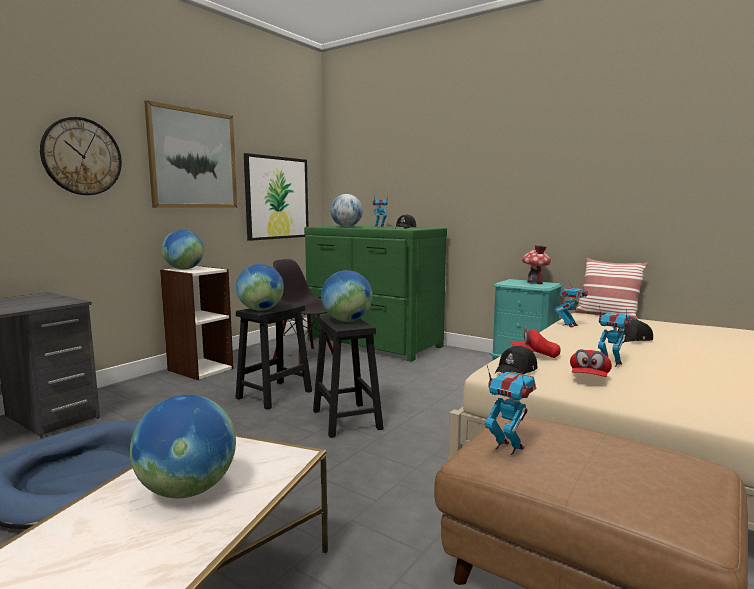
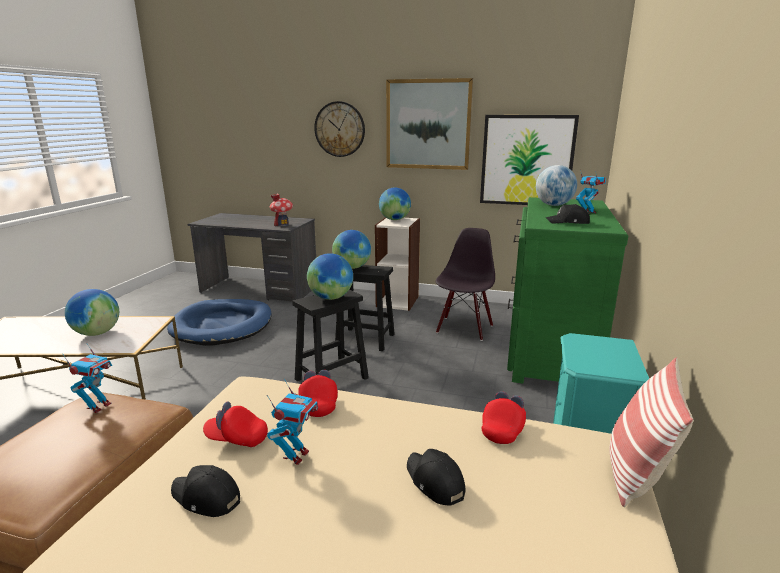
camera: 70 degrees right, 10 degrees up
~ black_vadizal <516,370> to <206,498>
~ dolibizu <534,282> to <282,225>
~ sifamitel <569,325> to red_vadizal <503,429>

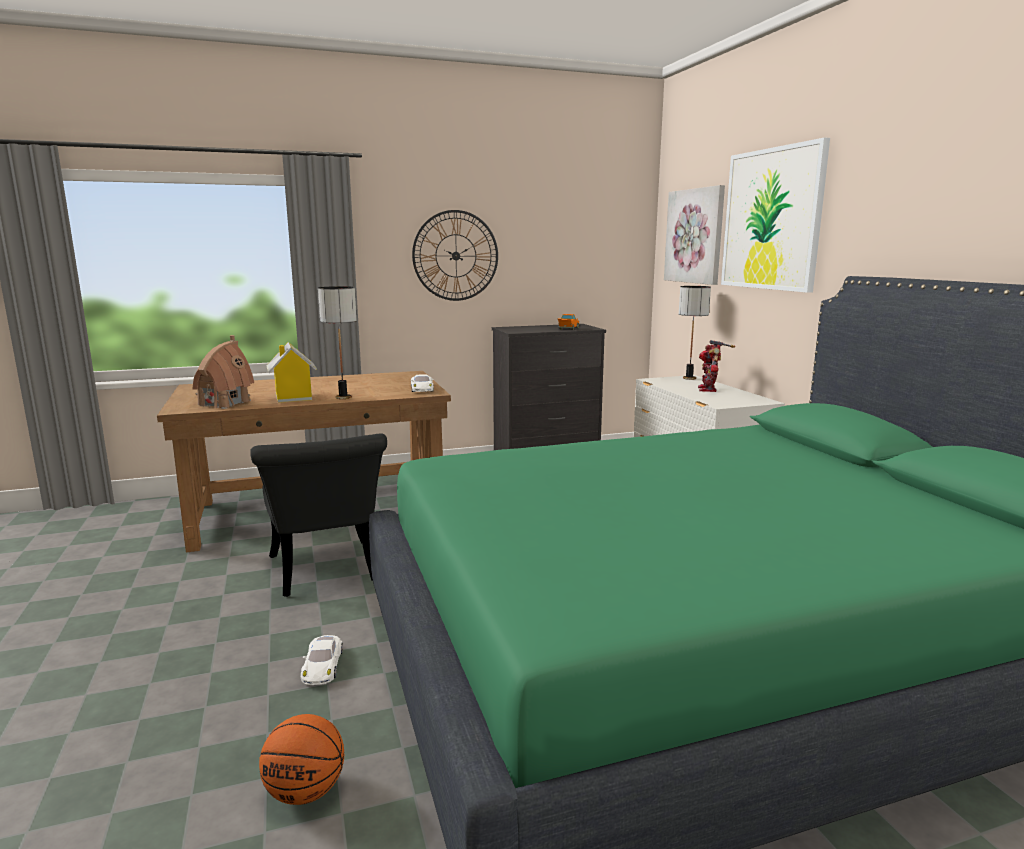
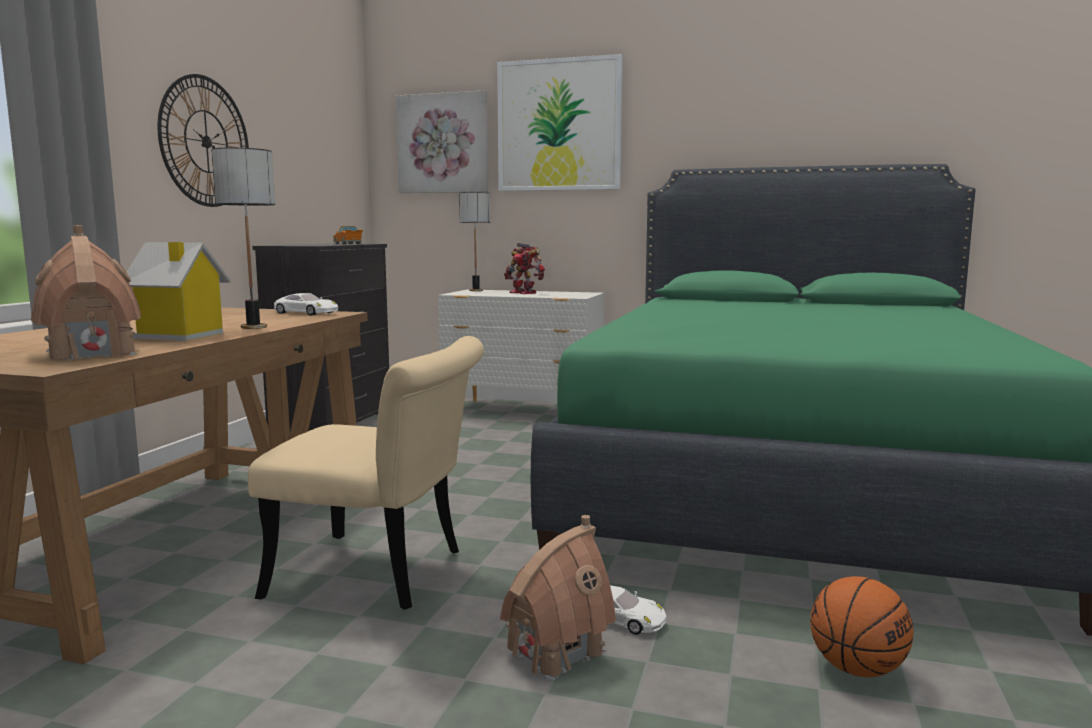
camera: 55 degrees left, 5 degrees down
+ dolibizu <554,650>
~ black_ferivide <326,573> to beige_ferivide <383,574>

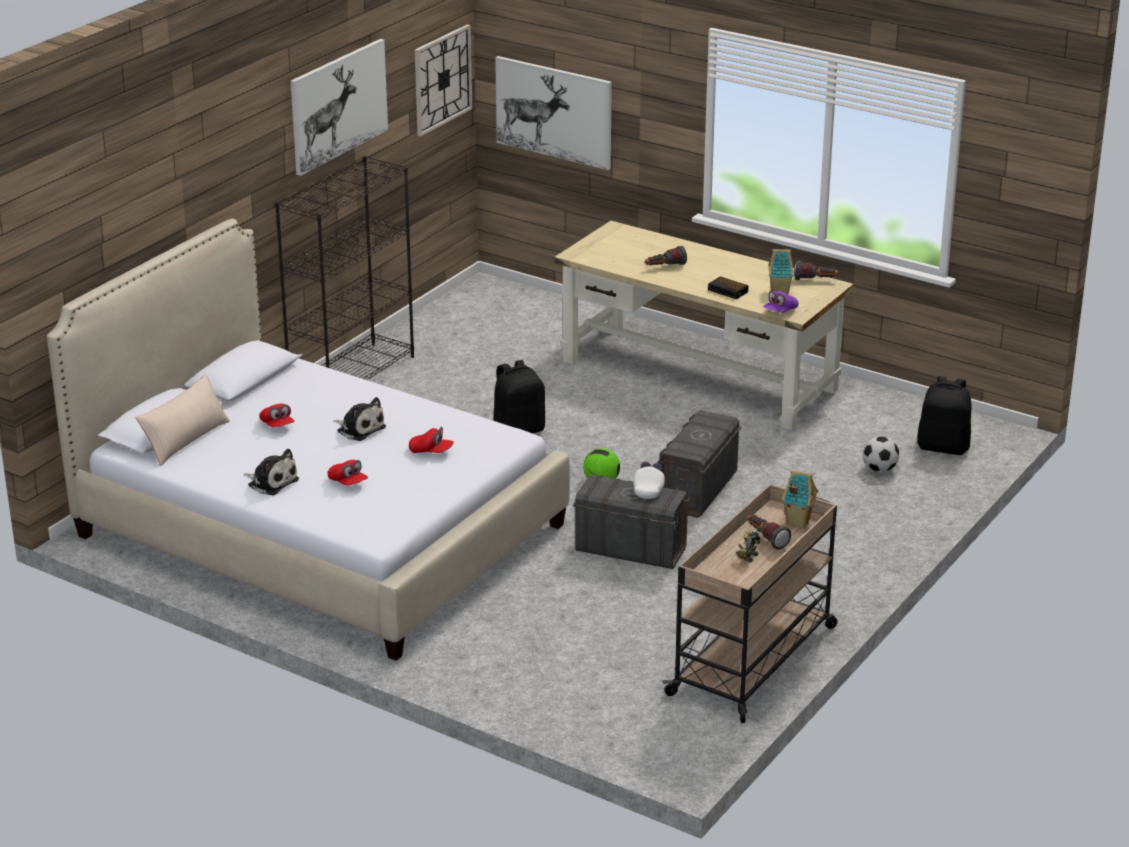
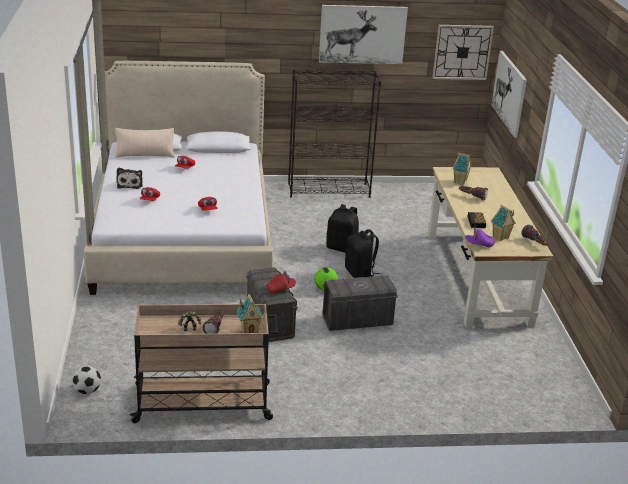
camera: 50 degrees right, 0 degrees up
- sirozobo <359,429>
+ dolibizu <460,181>
~ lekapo <879,469> to <87,391>
~ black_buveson <943,447> to <360,274>
~ white_vadizal <649,489> to red_vadizal <281,289>

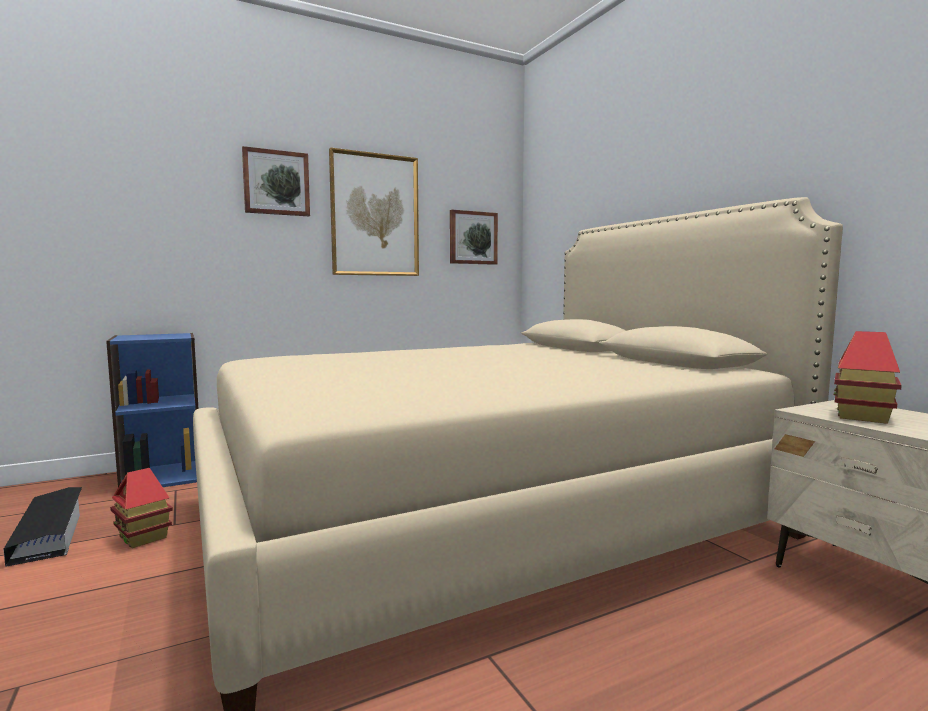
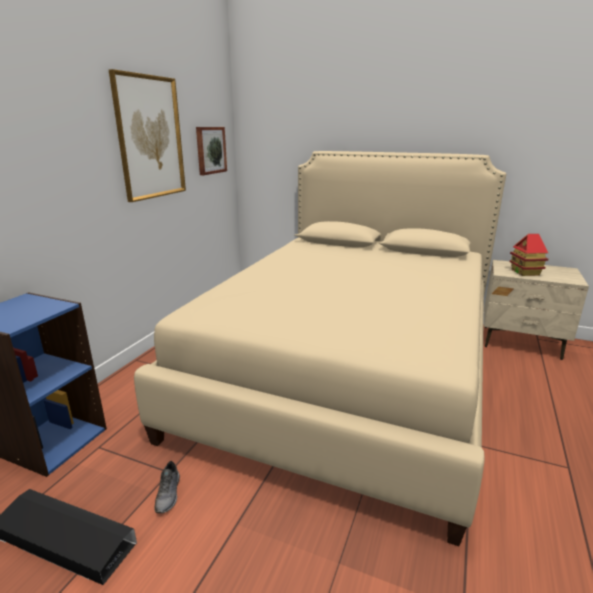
camera: 40 degrees left, 15 degrees up
- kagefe <276,183>
~ dolibizu <143,537> to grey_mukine <169,494>

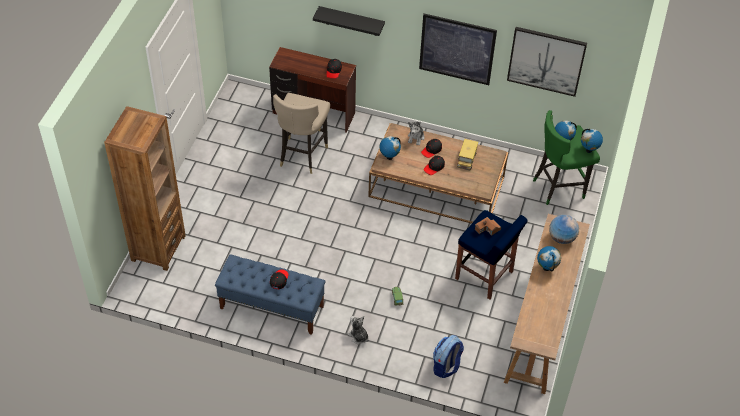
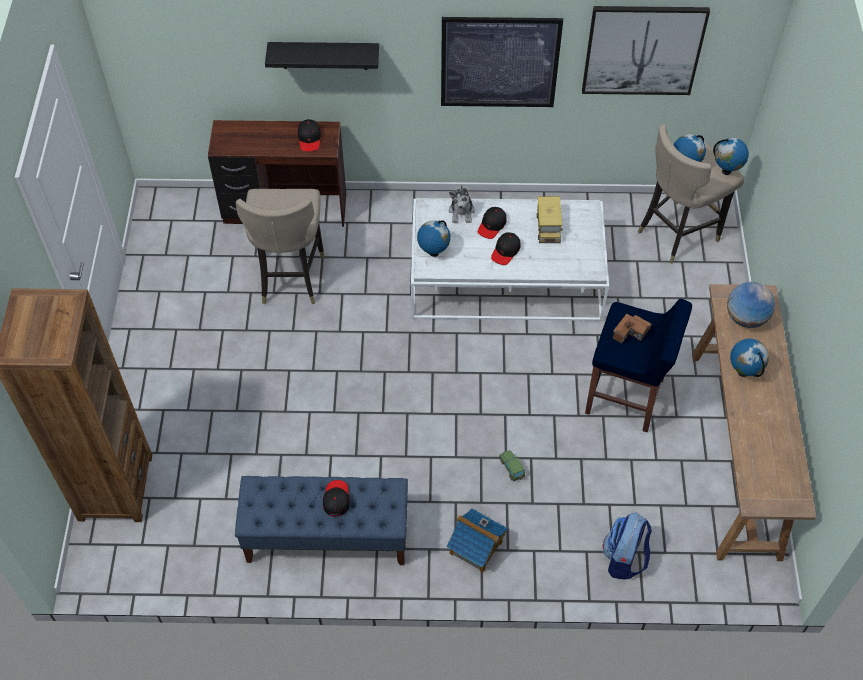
camera: 15 degrees left, 5 degrees up
~ sirozobo <358,336> to dolibizu <476,548>
~ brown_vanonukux <437,187> to white_vanonukux <506,277>
~ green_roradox <558,187> to beige_roradox <677,233>

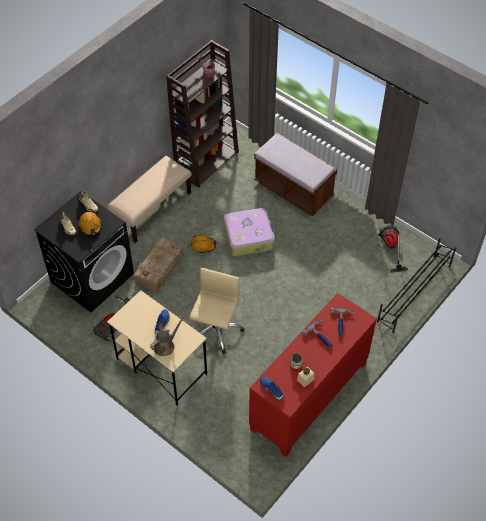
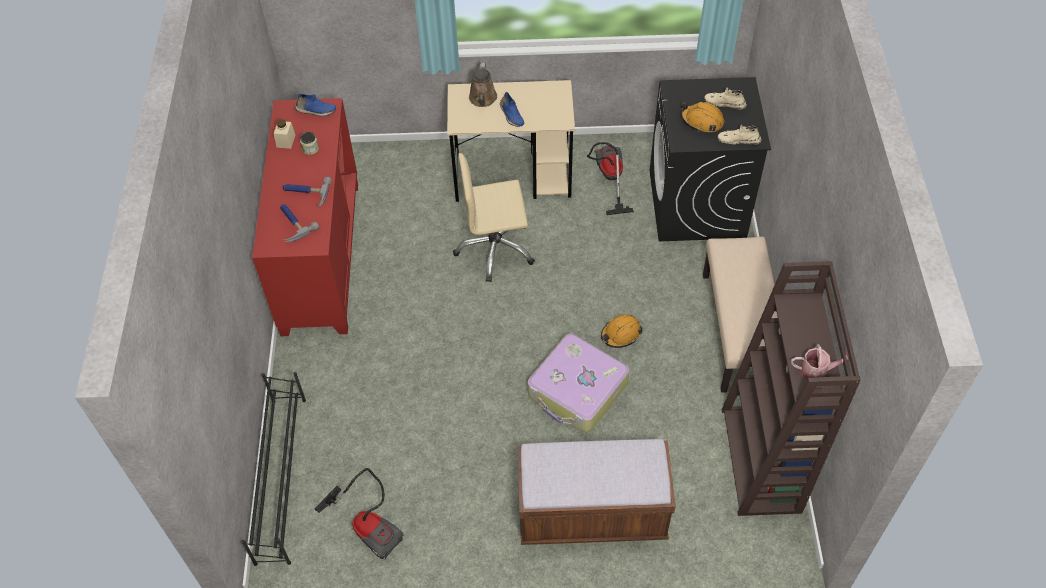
camera: 140 degrees right, 0 degrees up
- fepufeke <160,269>
~ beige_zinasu <215,330> = <495,249> 105 degrees clockwise

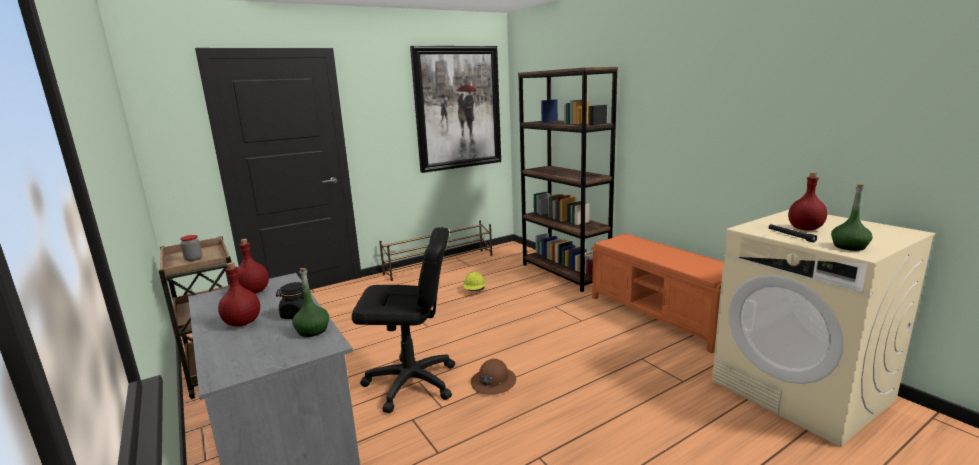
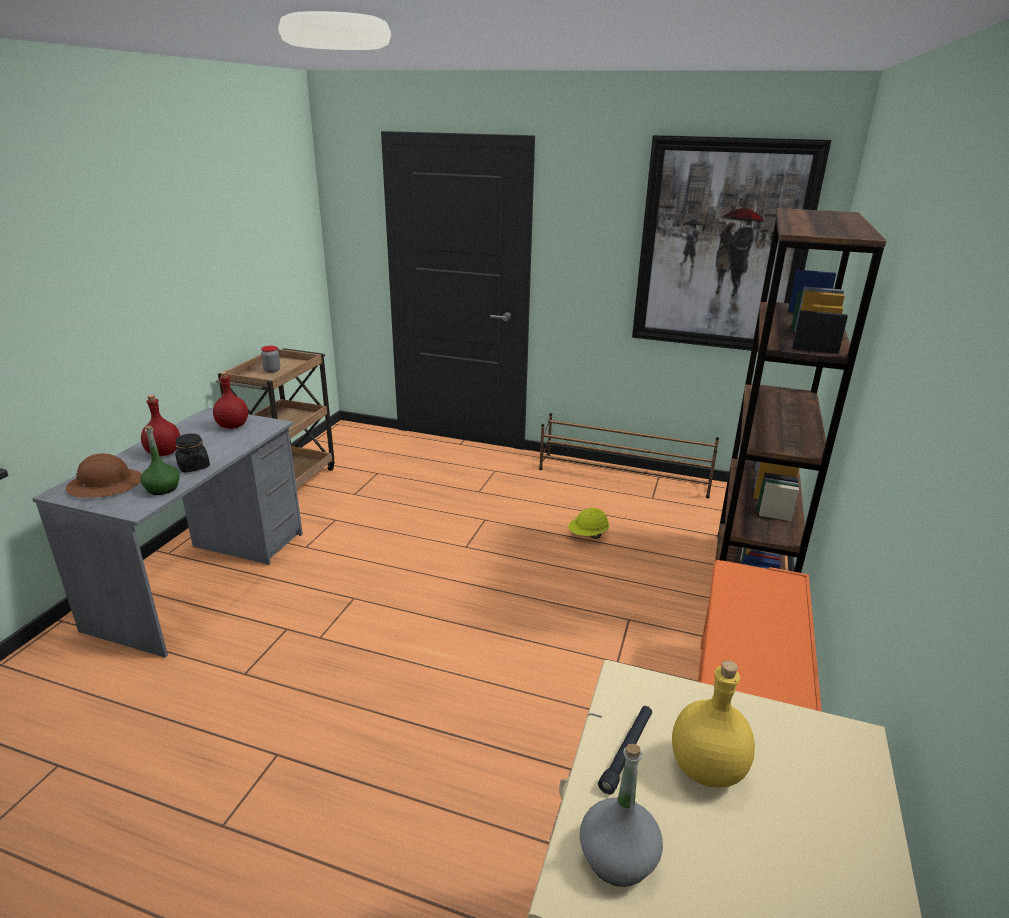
camera: 50 degrees right, 10 degrees up
- black_zinasu <411,383>
~ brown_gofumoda <493,382> to <106,485>
~ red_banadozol <805,229> to yellow_banadozol <708,769>
~ green_banadozol <849,247> to grey_banadozol <617,857>

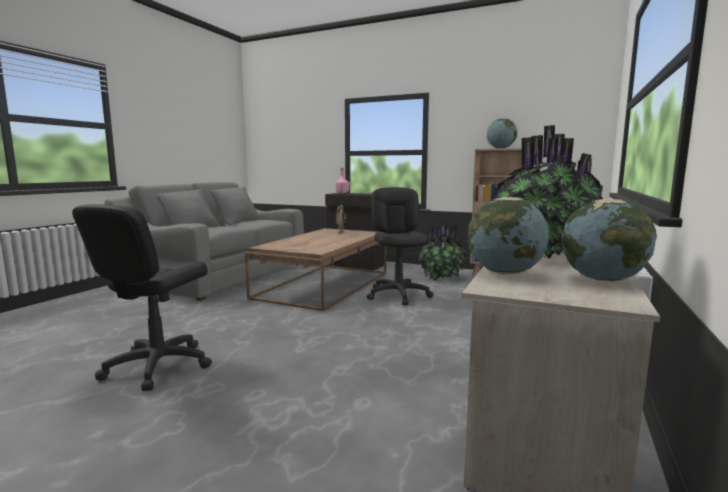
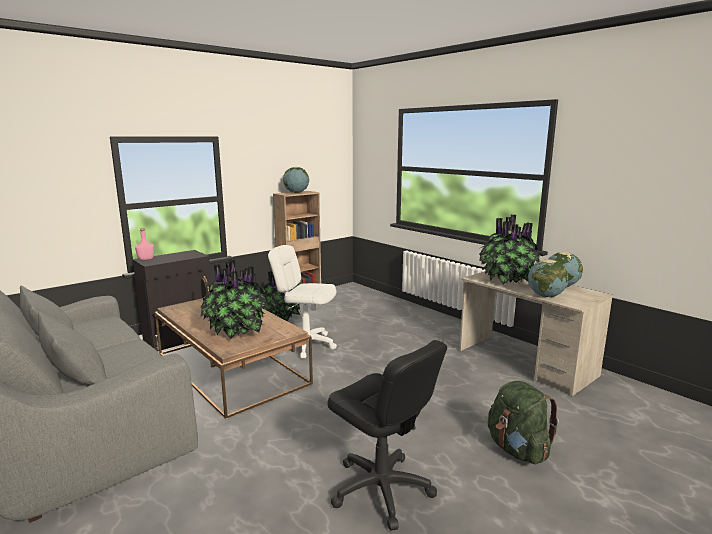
camera: 65 degrees left, 5 degrees up
+ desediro <236,332>
+ green_buveson <517,450>
~ black_zinasu <398,295> to white_zinasu <306,344>

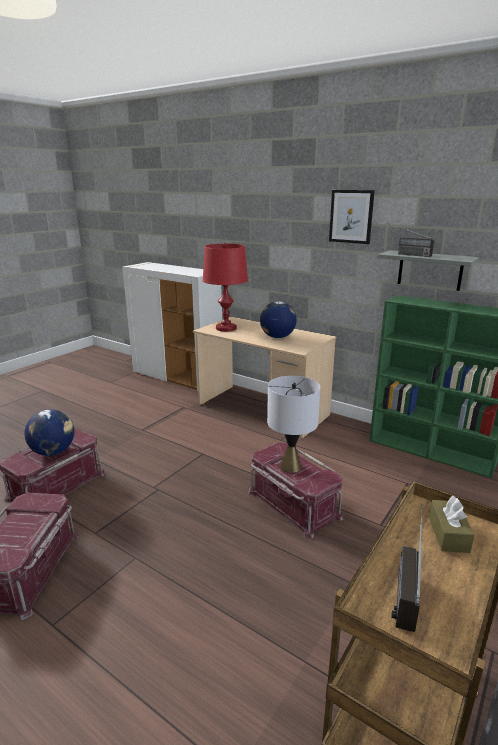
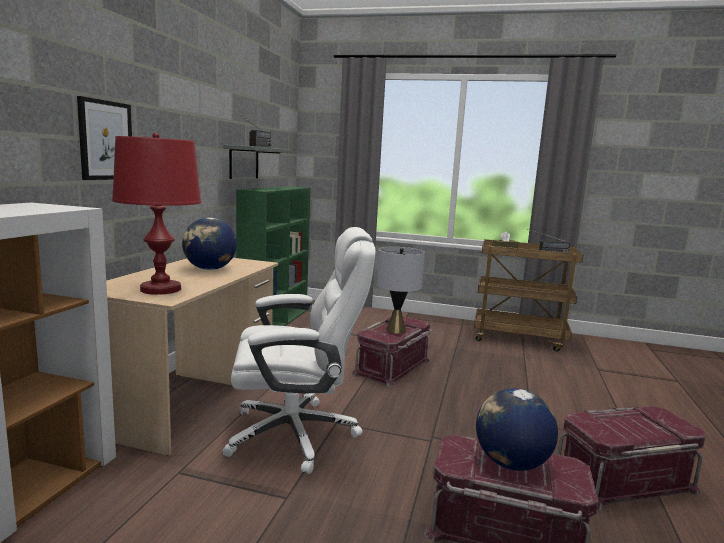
camera: 110 degrees left, 10 degrees down
+ white_zinasu <295,434>
~ kagefe <351,216> to <105,140>

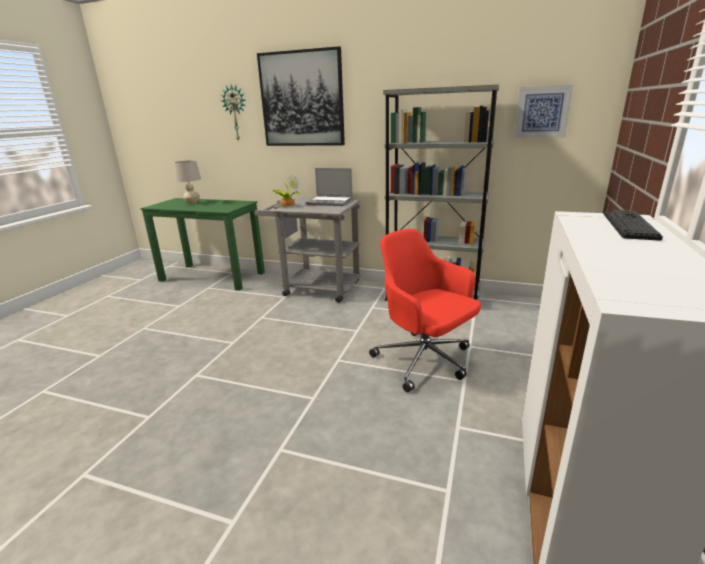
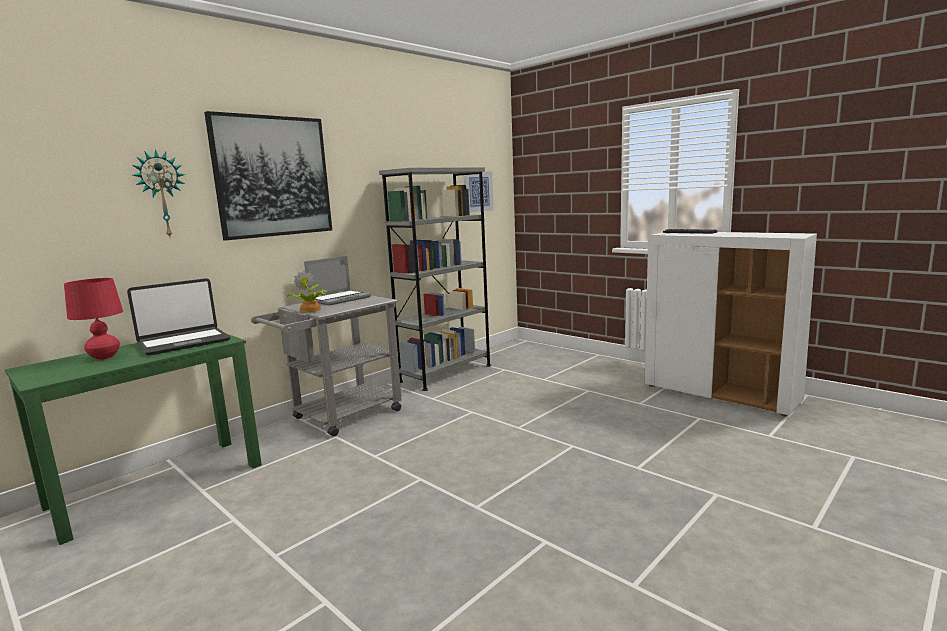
camera: 65 degrees left, 10 degrees down
- red_zinasu <425,361>
+ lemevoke <184,342>
~ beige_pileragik <192,203> to red_pileragik <104,357>

